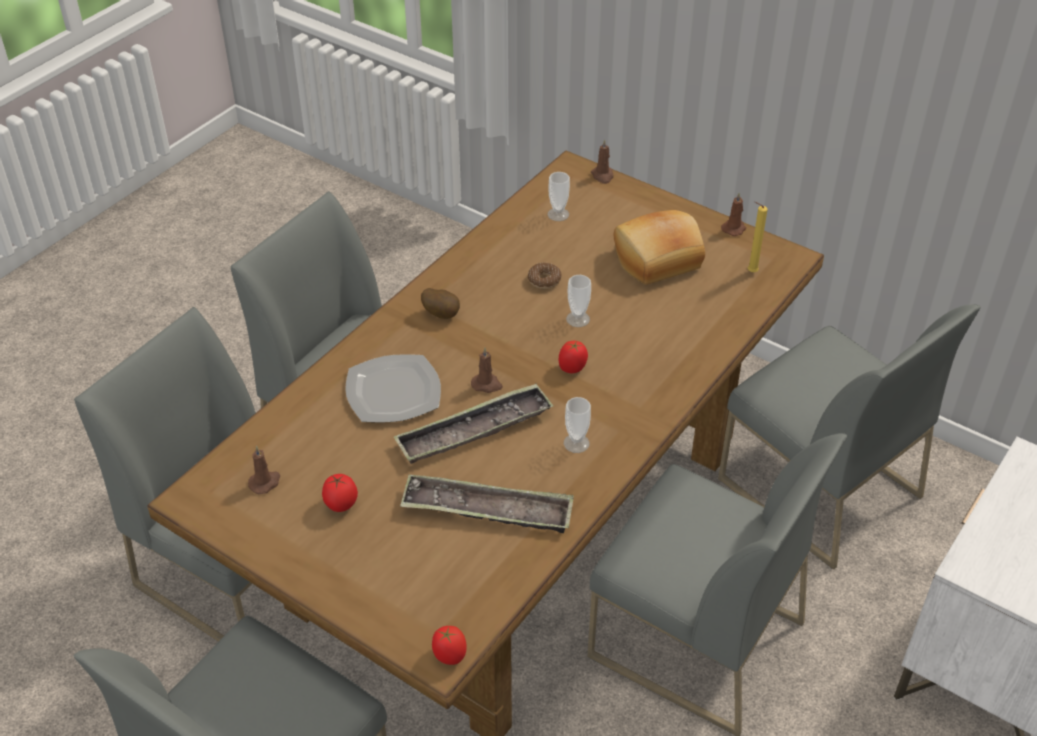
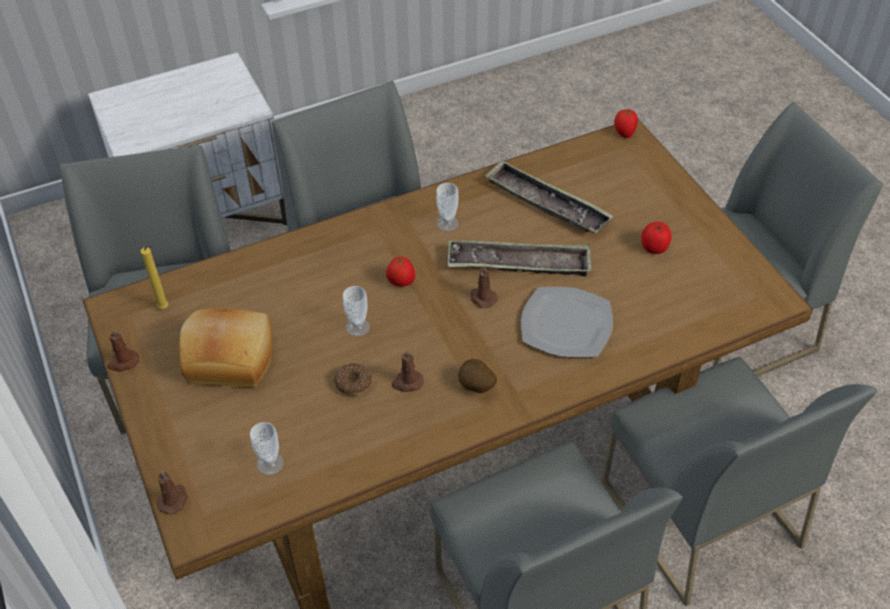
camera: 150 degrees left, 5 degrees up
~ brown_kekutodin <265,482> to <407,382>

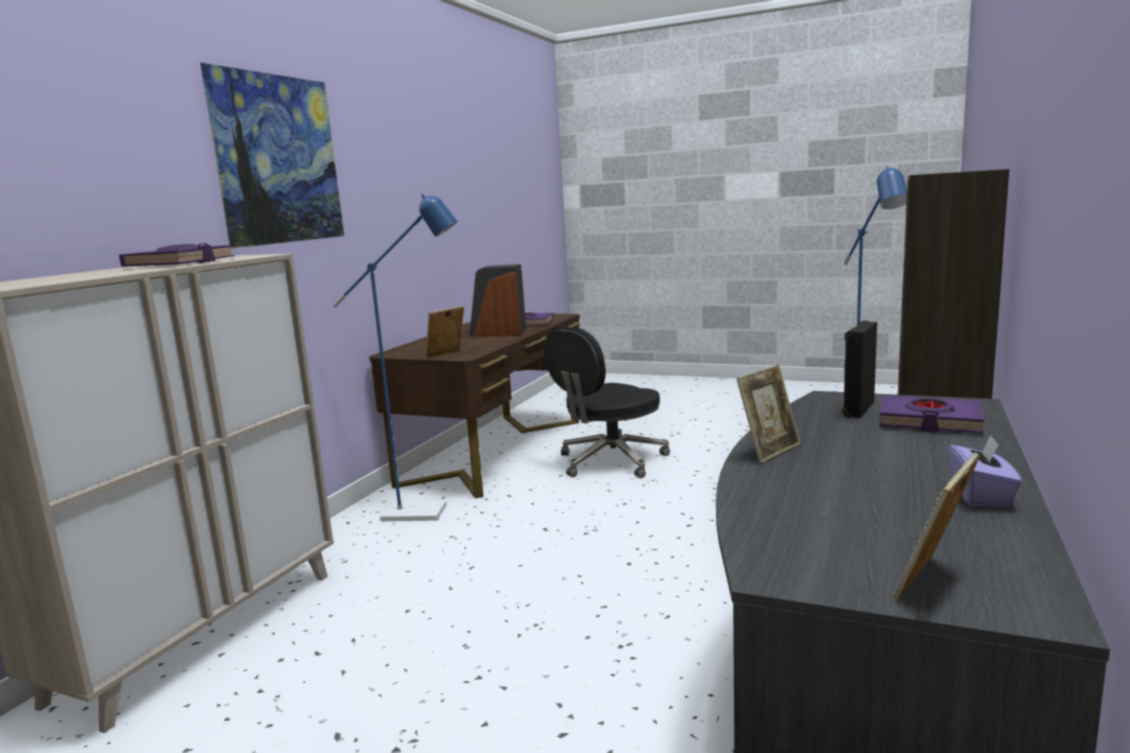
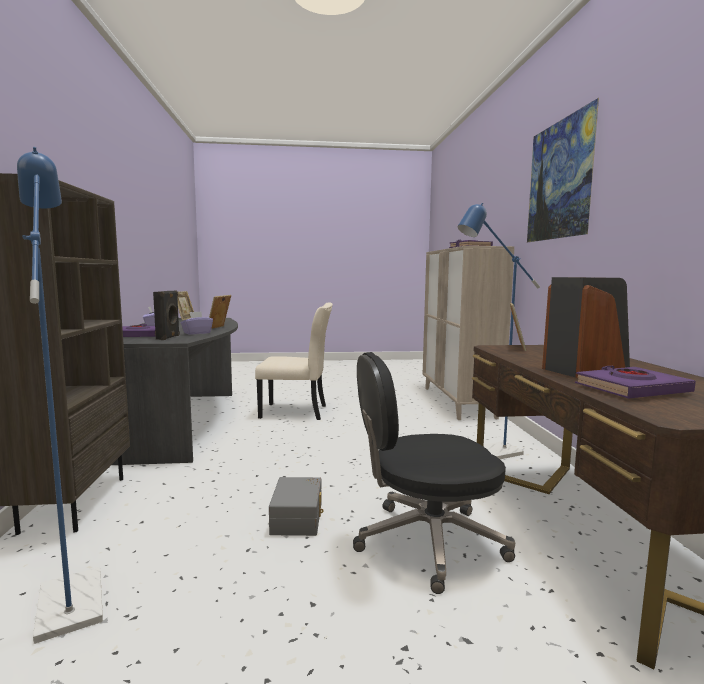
camera: 150 degrees right, 5 degrees down
+ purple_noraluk <197,333>
+ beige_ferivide <296,412>
+ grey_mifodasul <298,518>
~ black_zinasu <610,461> = <426,542> 120 degrees counterclockwise

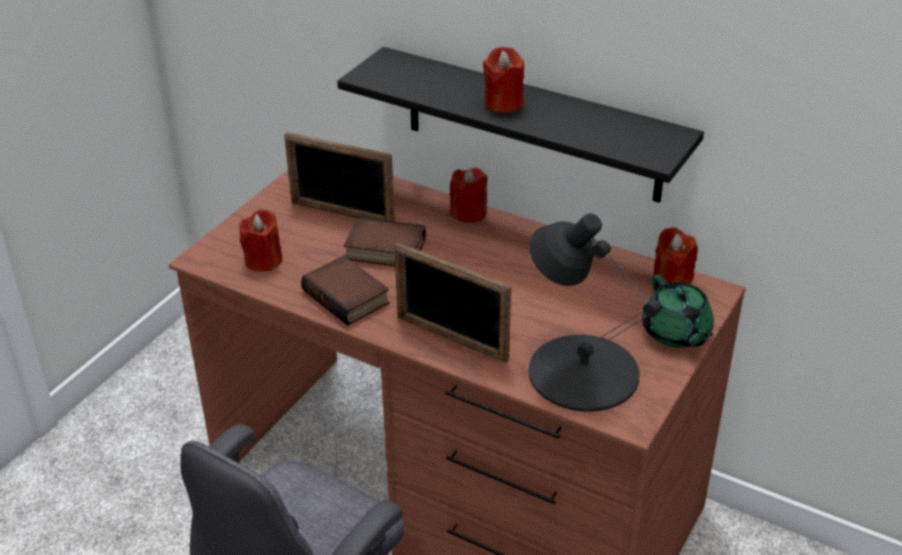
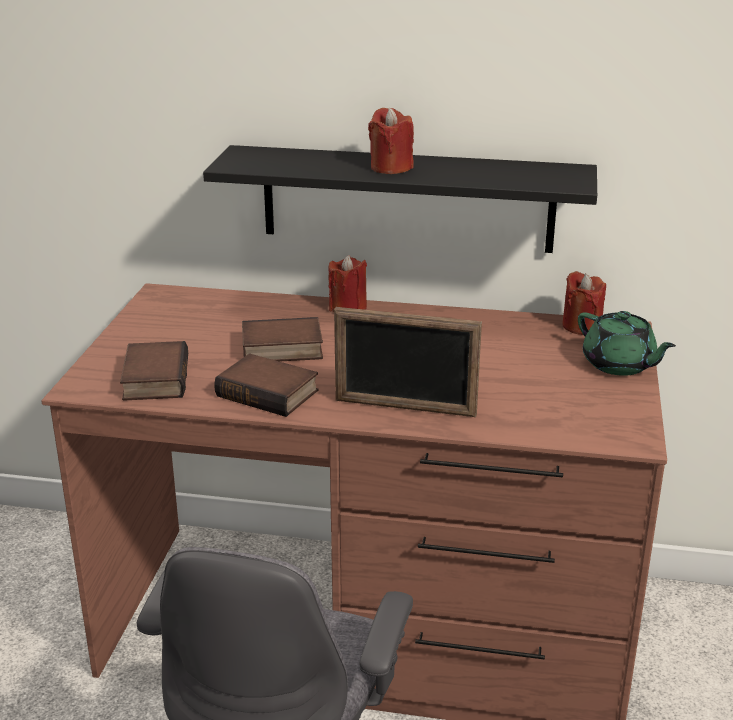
camera: 20 degrees left, 10 degrees down
- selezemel <342,213>
- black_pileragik <582,371>
~ red_kekutodin <263,260> to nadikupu <153,378>

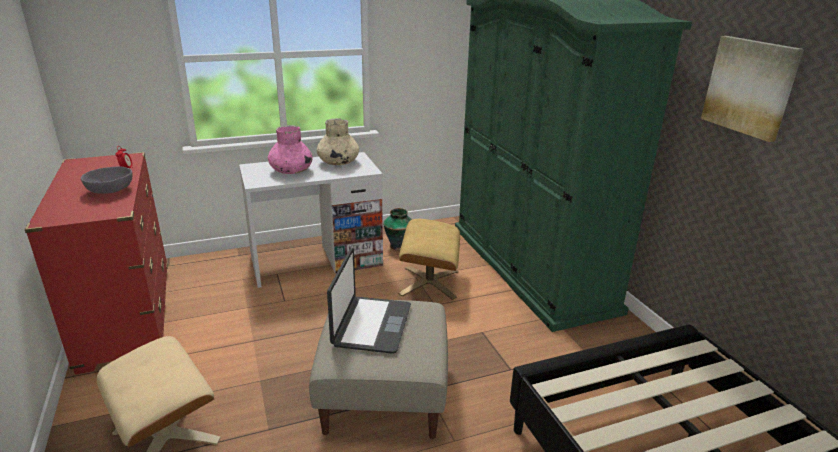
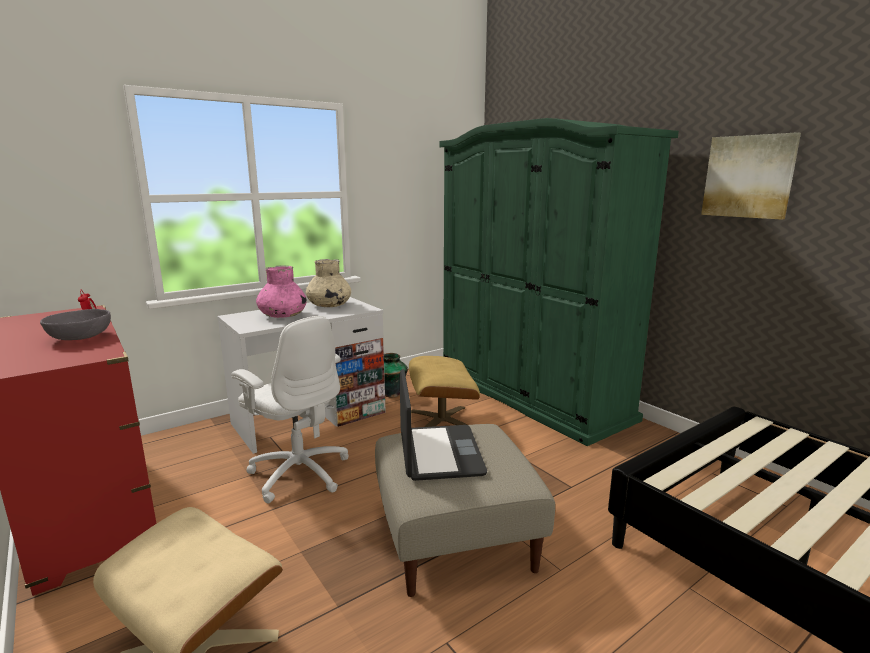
camera: 15 degrees left, 10 degrees down
+ white_zinasu <299,473>

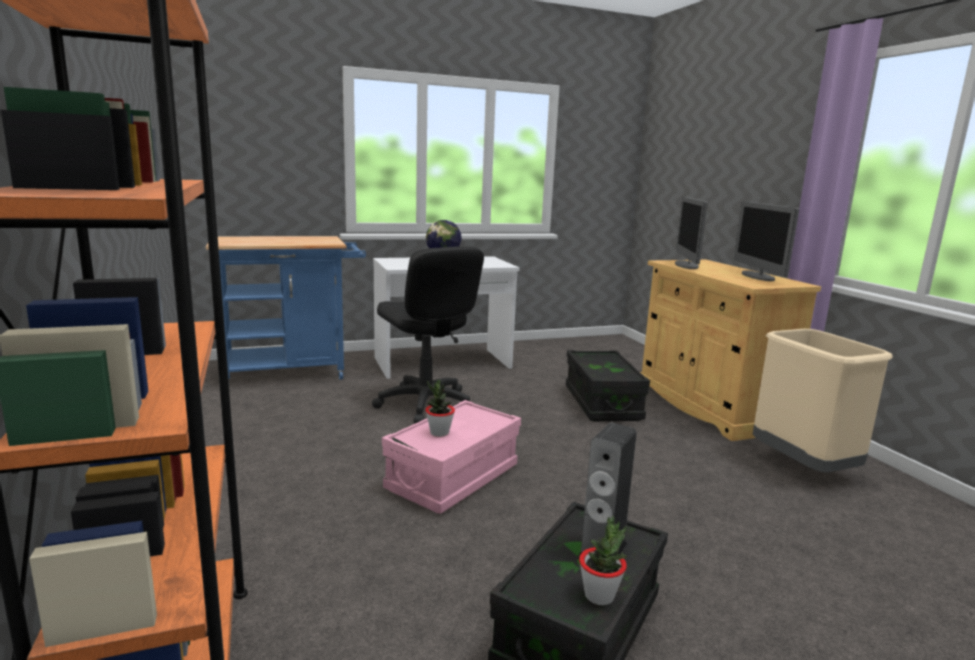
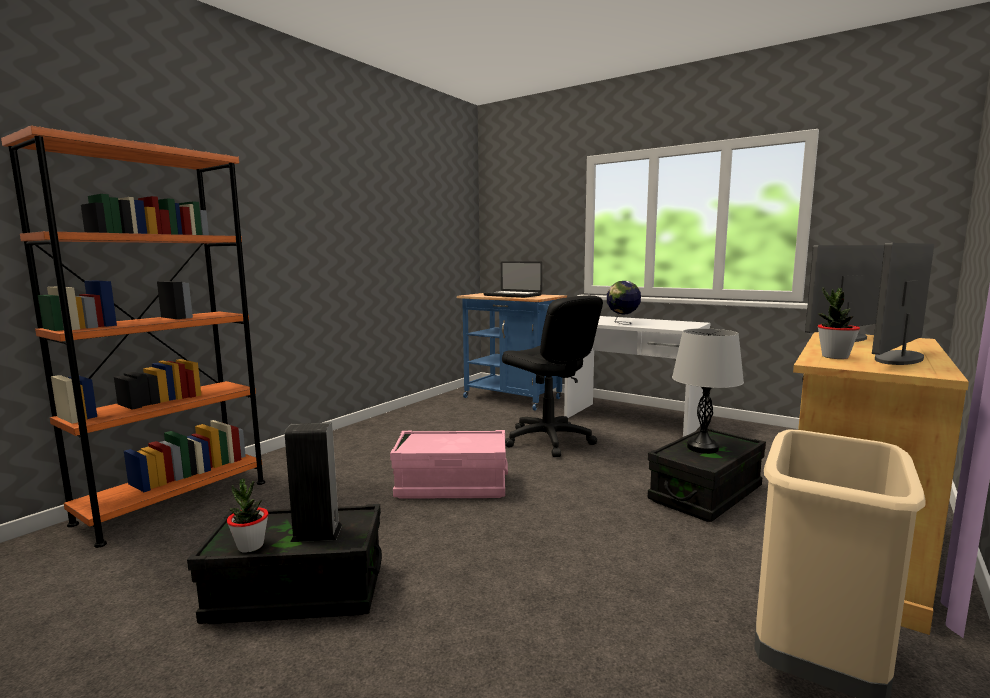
camera: 55 degrees right, 5 degrees down
+ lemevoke <512,295>
+ grey_pileragik <702,448>
~ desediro <439,433> to <834,357>
~ black_zinasu <425,404> = <548,440> 60 degrees counterclockwise

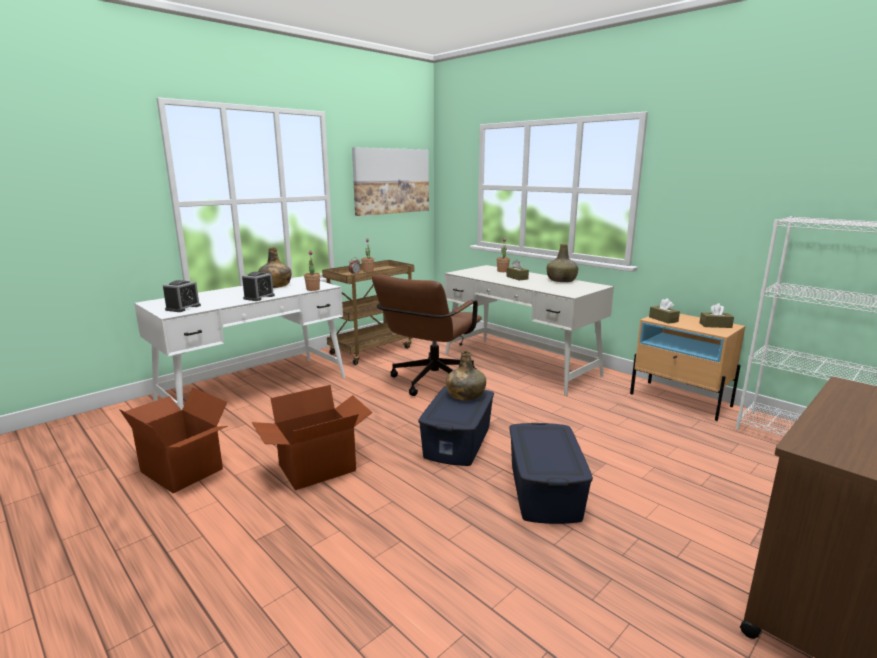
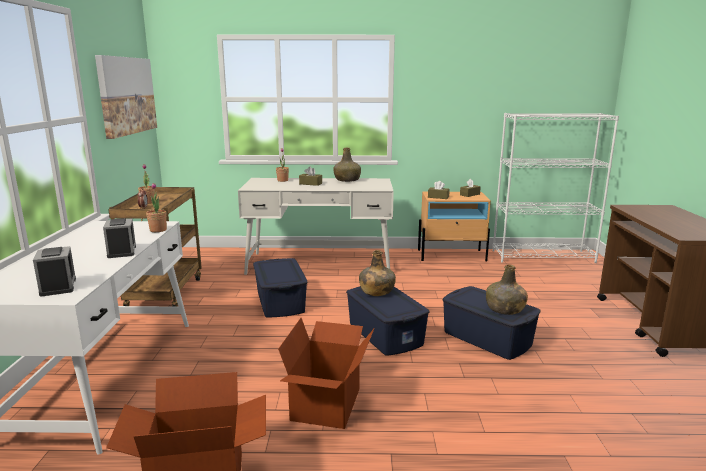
camera: 45 degrees left, 0 degrees up
~ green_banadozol <275,285> to <505,309>
~ brown_zinasu <430,383> to blue_mifodasul <279,301>

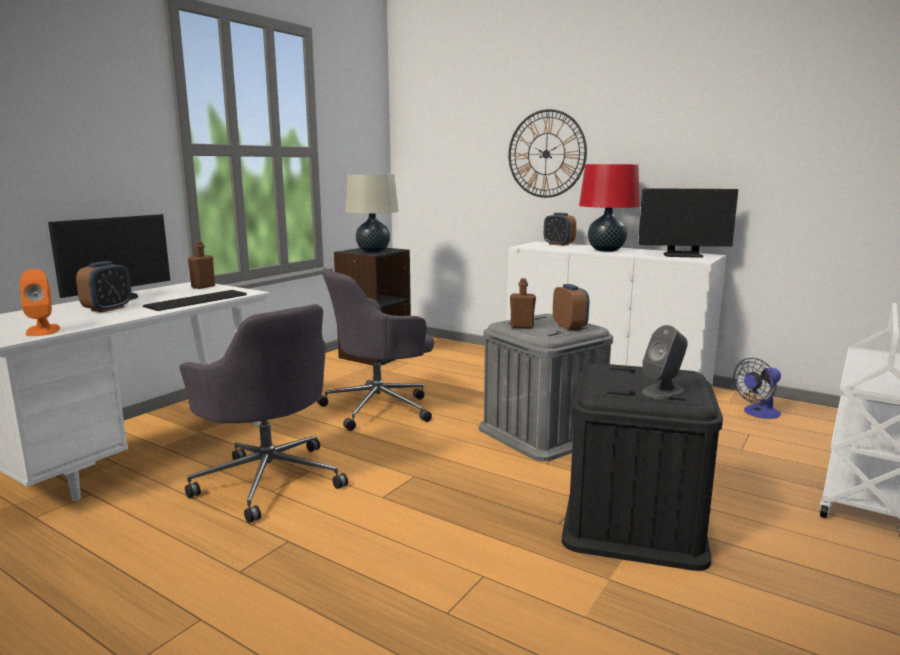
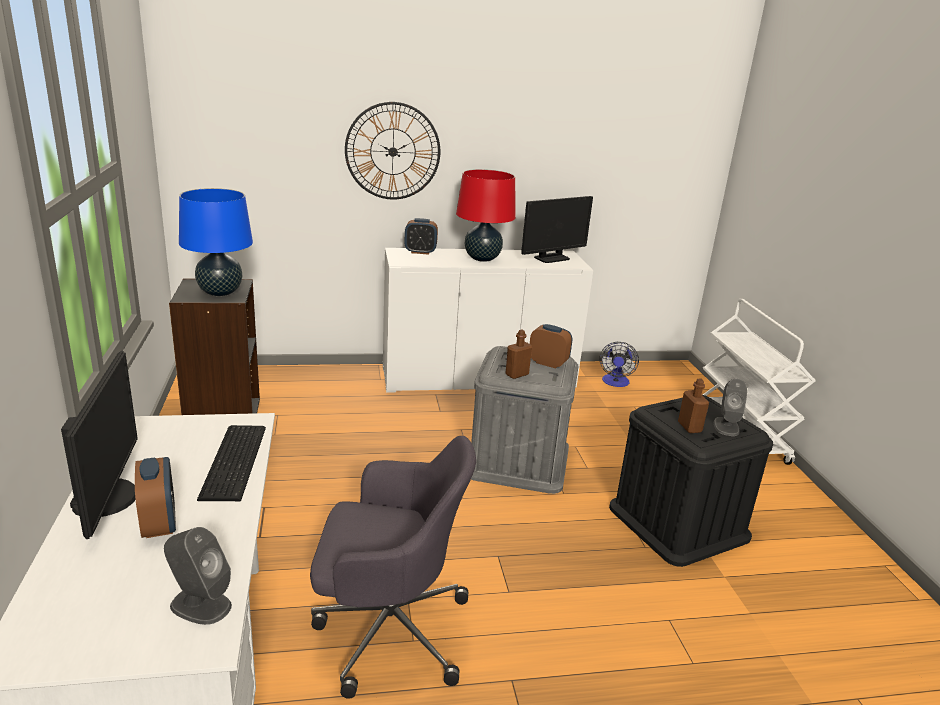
camera: 45 degrees left, 10 degrees up
- grey_zinasu <380,407>
~ brown_banadozol <203,287> to <689,427>
~ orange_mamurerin <43,330> to grey_mamurerin <200,605>
~ beige_pileragik <373,251> to blue_pileragik <220,292>

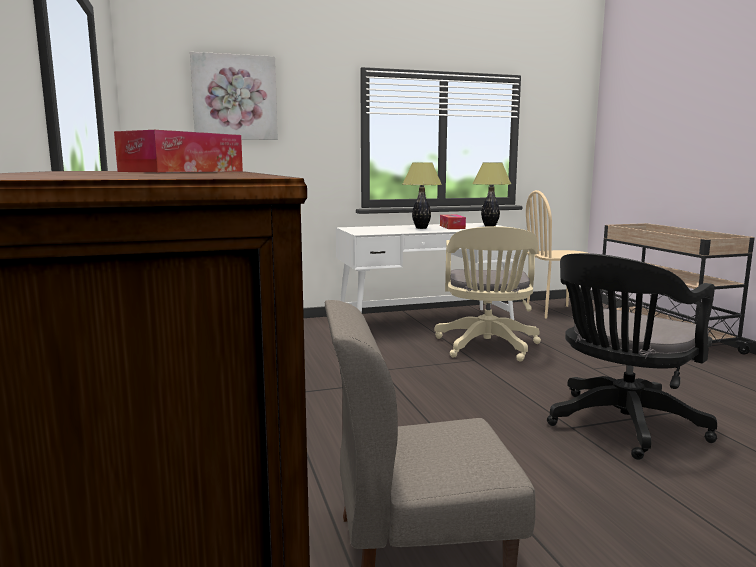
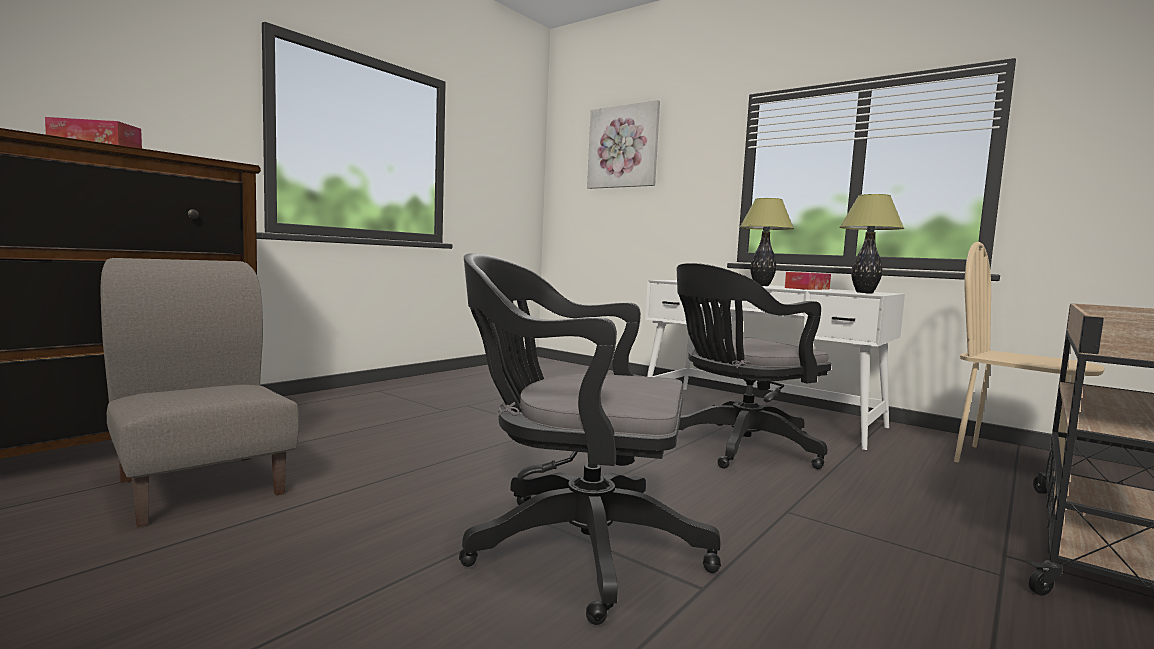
camera: 55 degrees right, 5 degrees down
~ beige_zinasu <487,347> to black_zinasu <738,448>

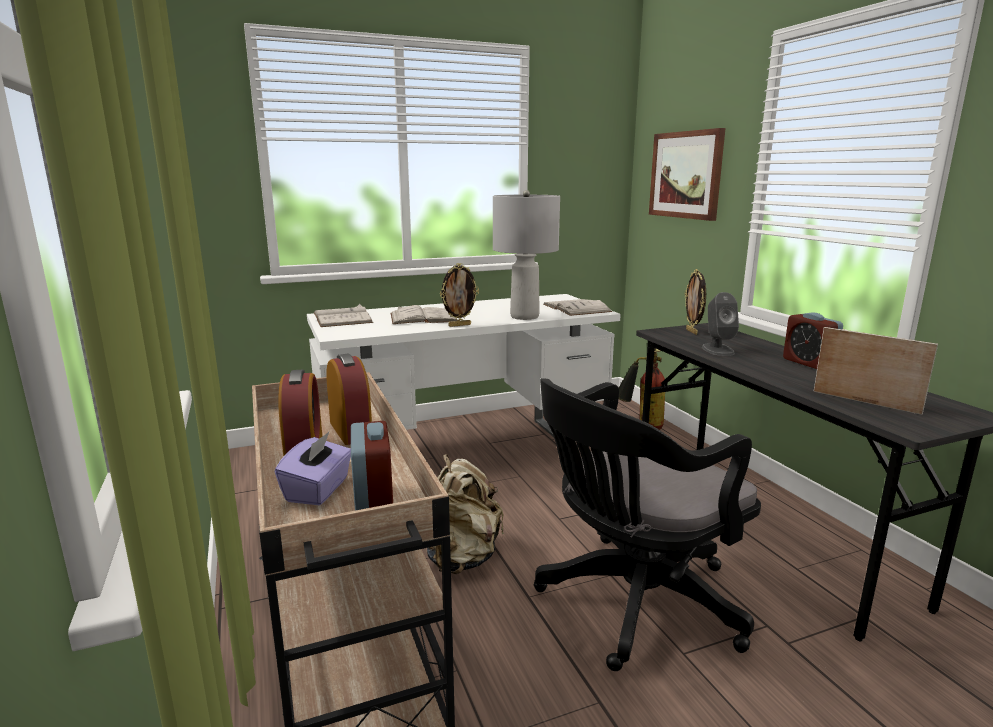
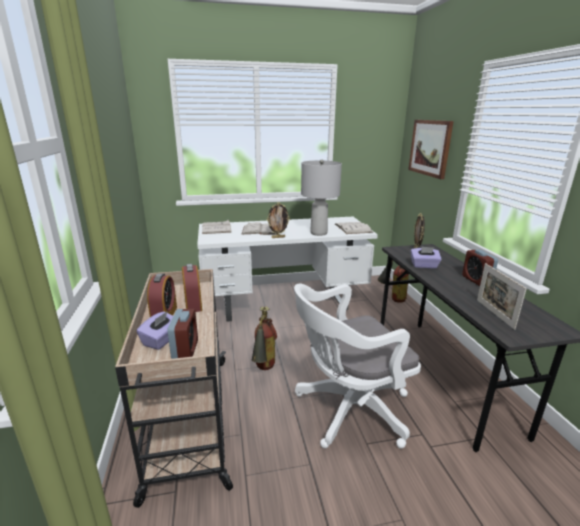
camera: 10 degrees right, 5 degrees up
~ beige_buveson <463,557> to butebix <263,370>
~ grey_mamurerin <717,350> to purple_noraluk <424,265>
~ black_zinasu <632,603> to white_zinasu <347,410>
~ selezemel <865,402> = <494,313> 150 degrees counterclockwise

